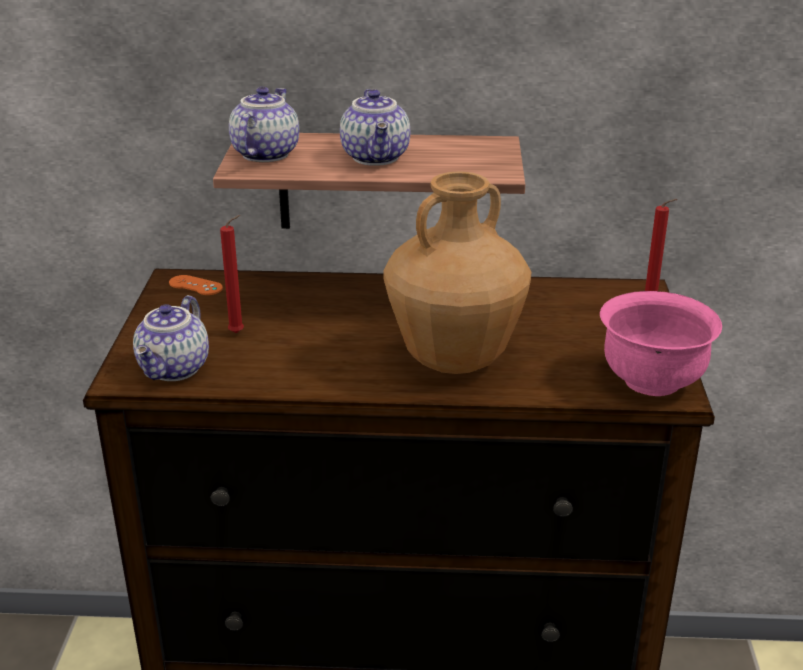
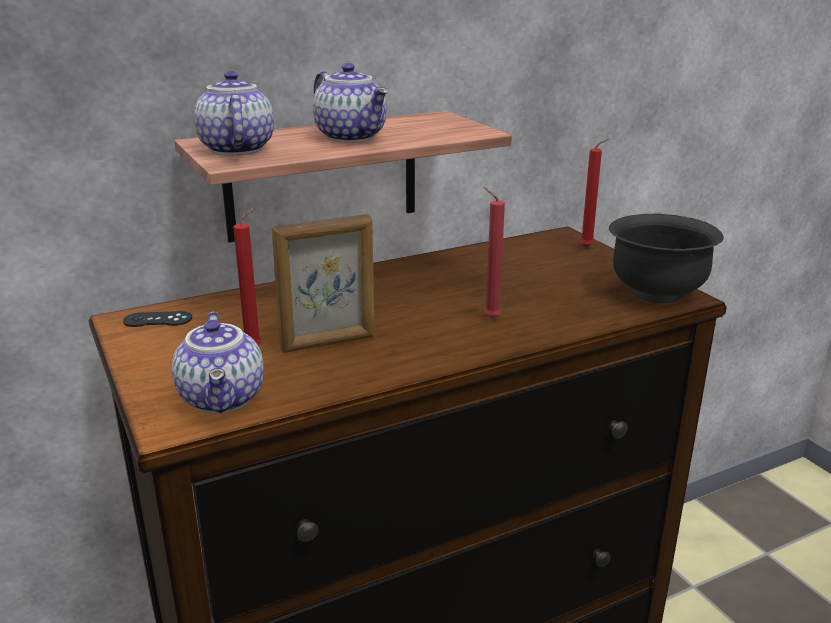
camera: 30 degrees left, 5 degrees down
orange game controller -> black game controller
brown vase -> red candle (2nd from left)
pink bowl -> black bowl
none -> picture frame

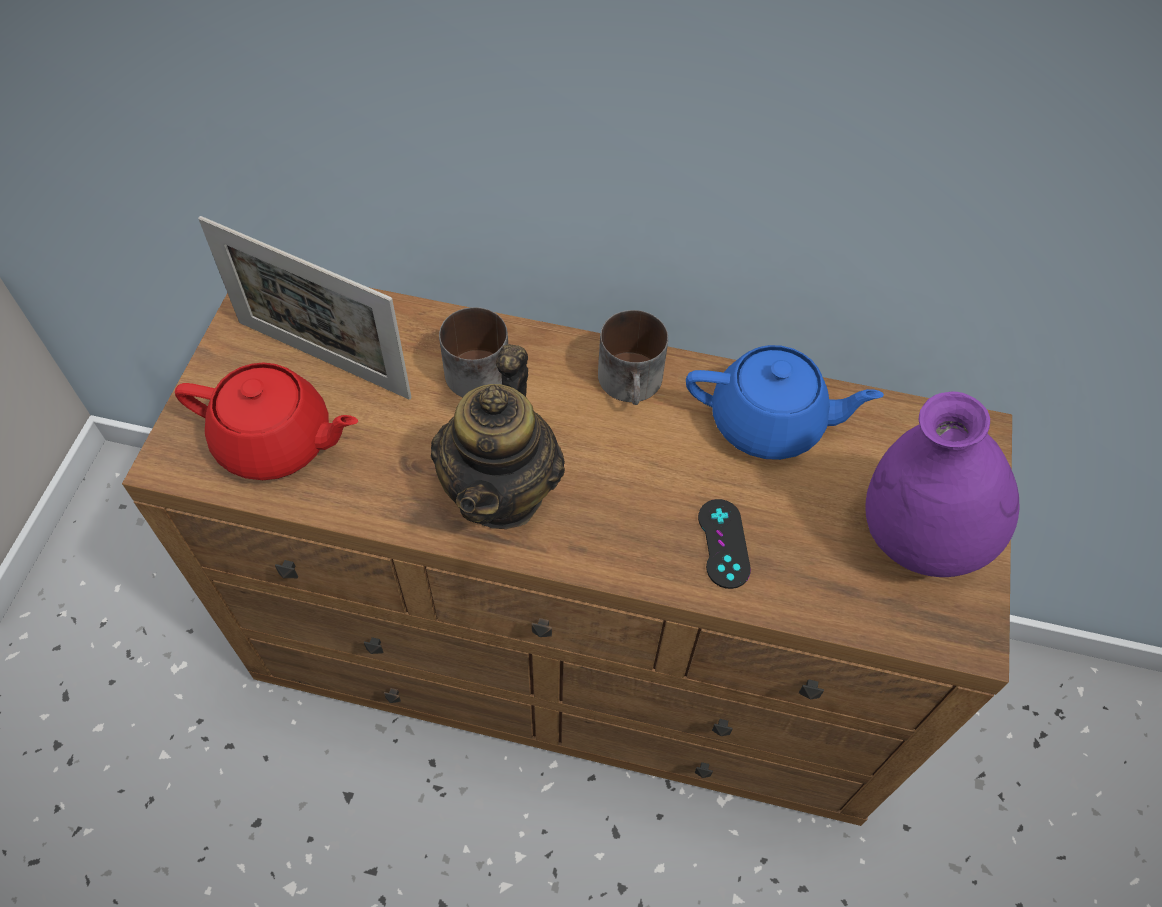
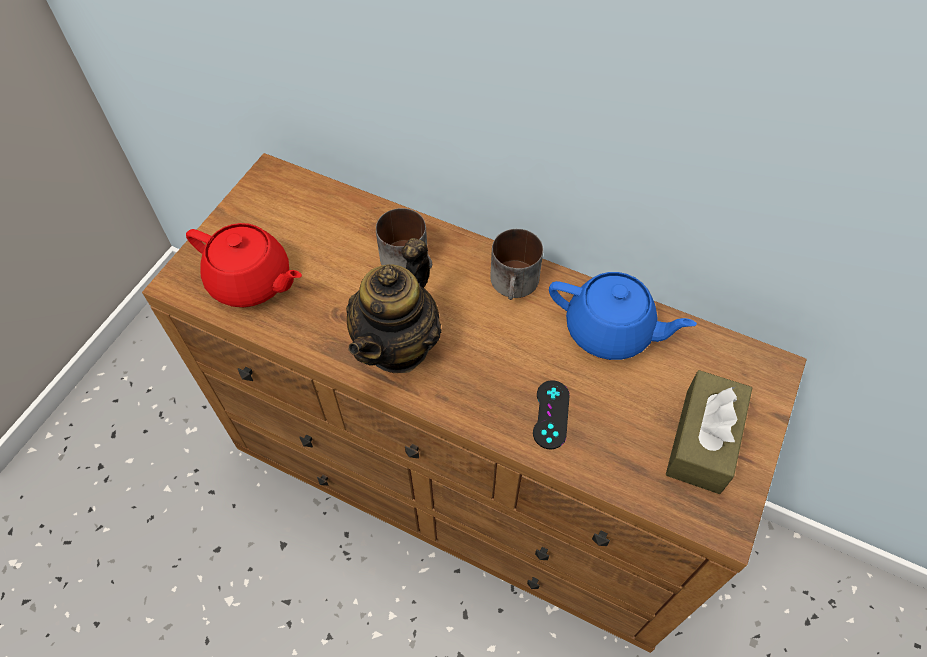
camera: 15 degrees right, 0 degrees up
picture frame -> none
purple vase -> brown tissue box

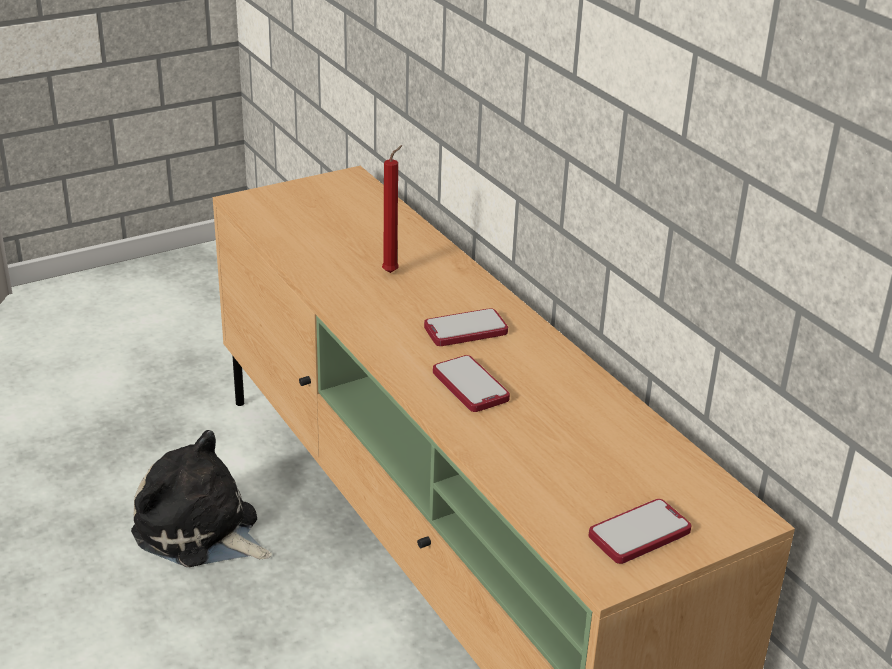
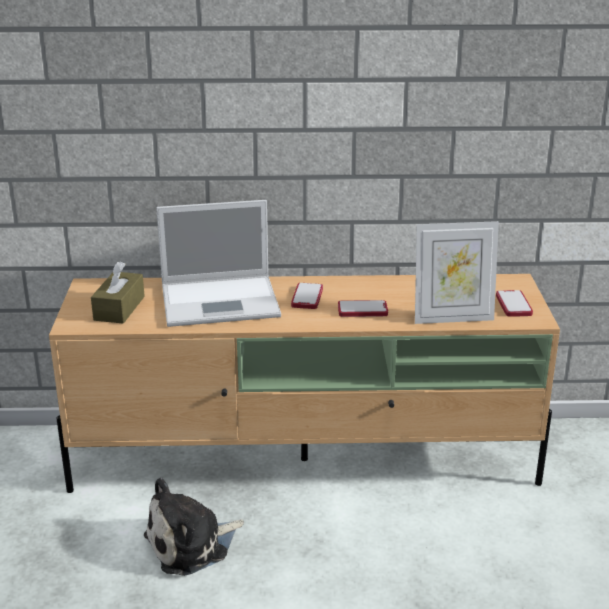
camera: 60 degrees left, 5 degrees down
red candle -> laptop
none -> brown tissue box
none -> picture frame

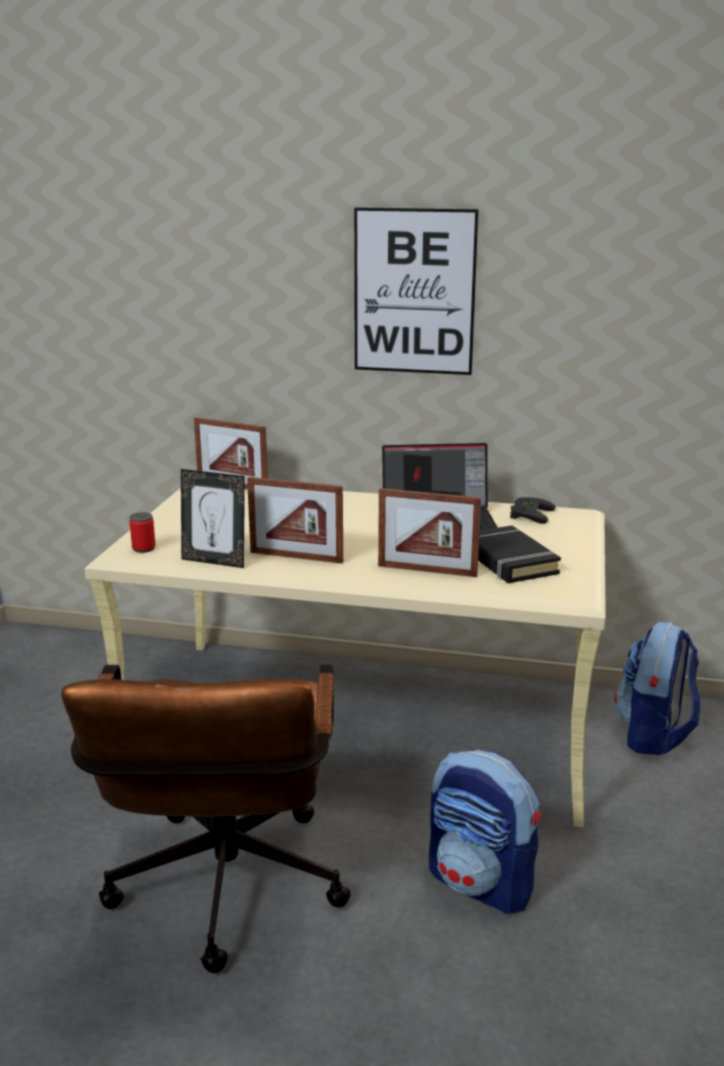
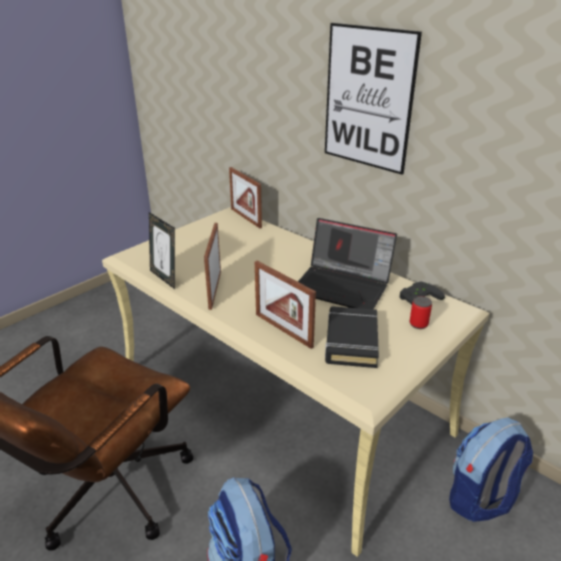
camera: 30 degrees right, 10 degrees up
can, moved
picture frame (3rd from left in the first image) -> picture frame (2nd from left), 45 degrees clockwise

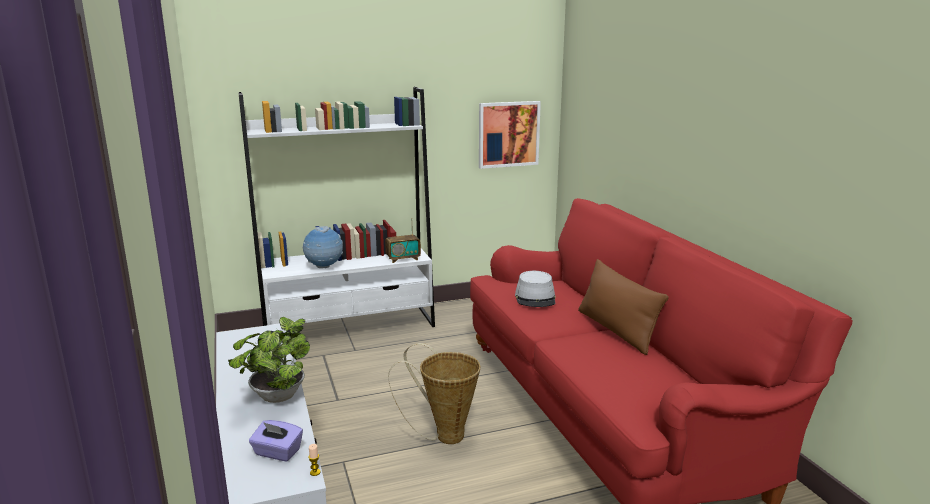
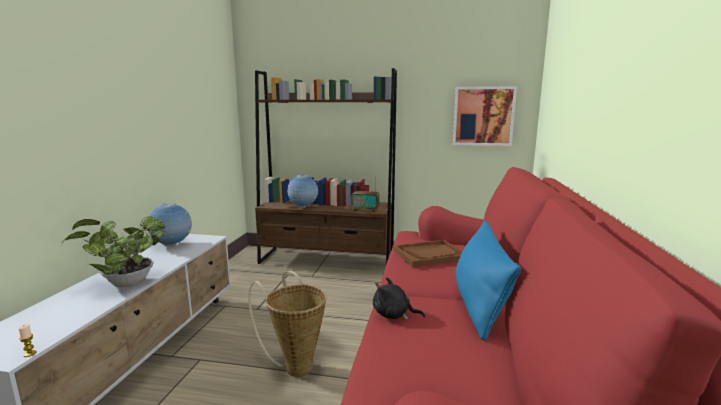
camera: 30 degrees right, 5 degrees down
white bookcase -> brown bookcase
purple tissue box -> none
grey hat -> brown tray
brown pillow -> blue pillow
none -> globe (1st from left)
none -> black plush toy

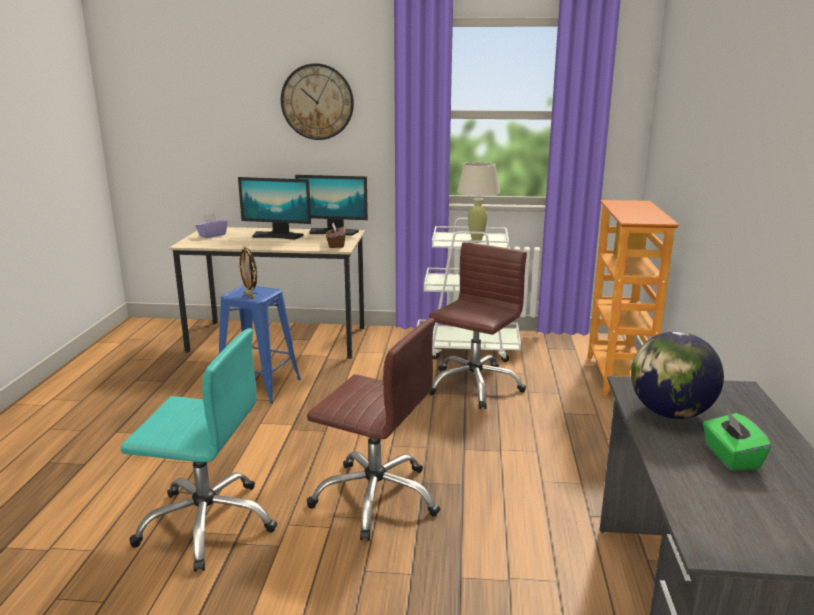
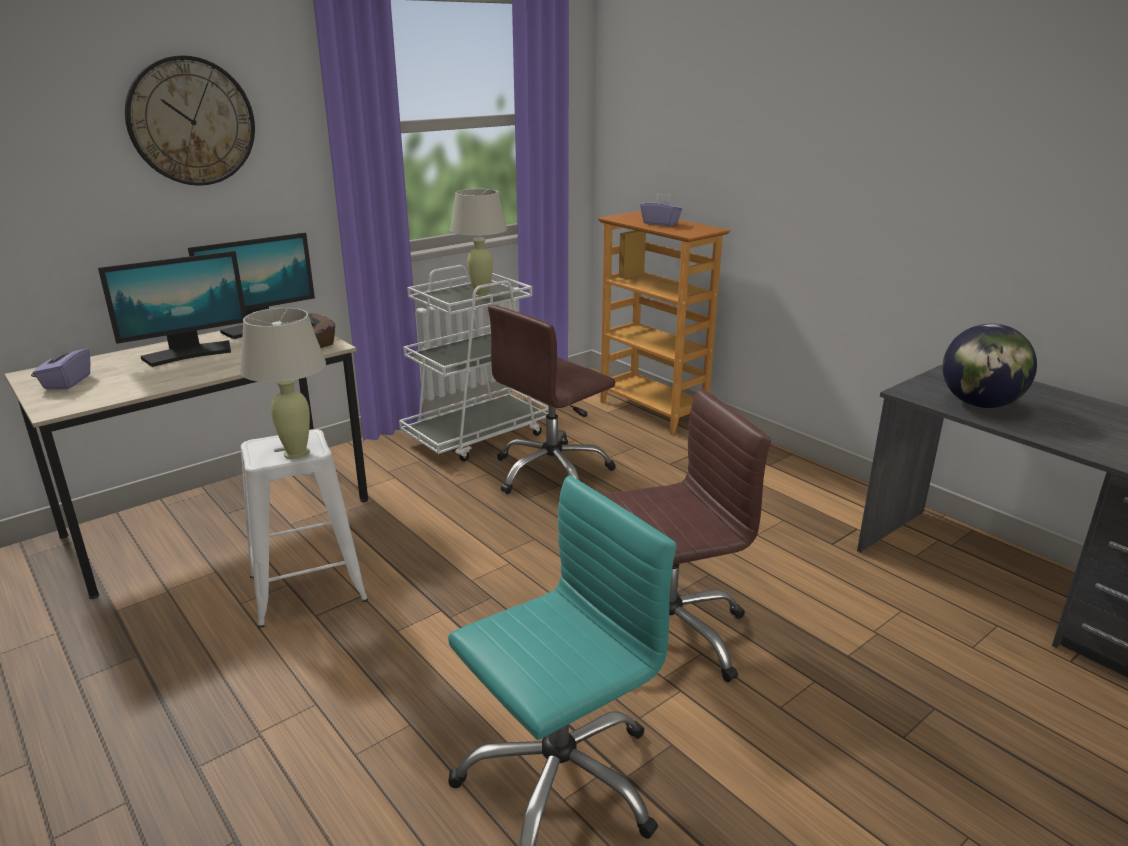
camera: 45 degrees left, 5 degrees up
blue stool -> white stool
picture frame -> beige table lamp (1st from left)
brown office chair (2nd from left in the first image) -> brown office chair (1st from left), 120 degrees counterclockwise
green tissue box -> none
none -> purple tissue box (2nd from left)

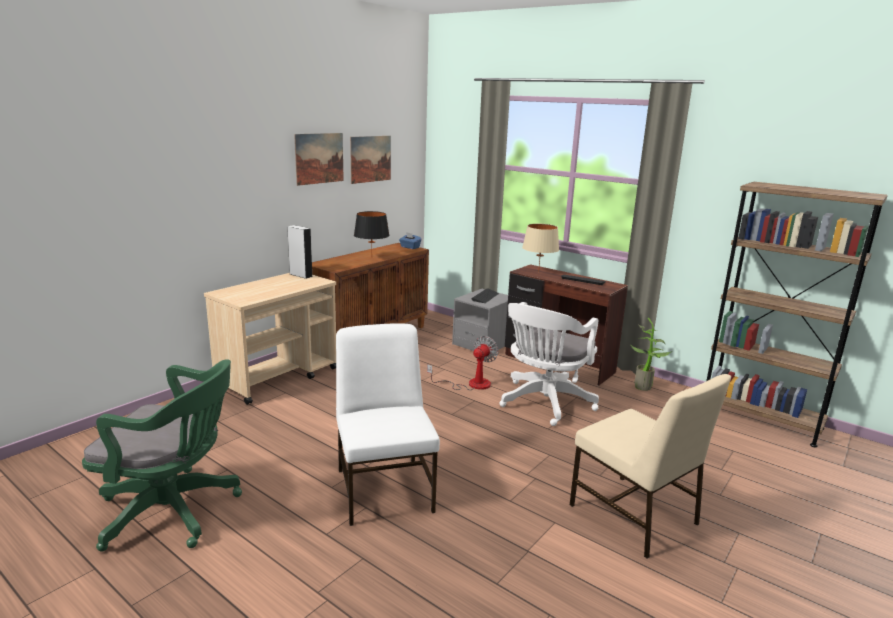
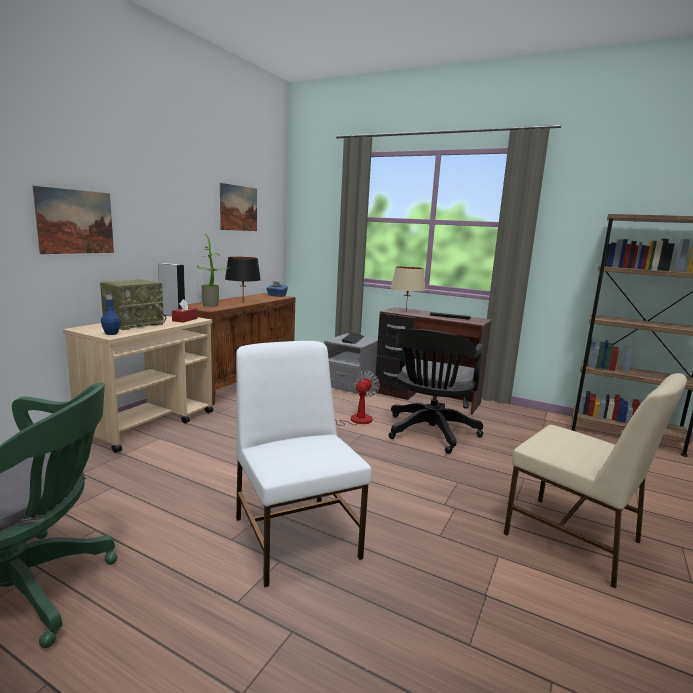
camera: 10 degrees left, 5 degrees down
picture (1st from left), moved
white office chair -> black office chair
potted plant, moved
none -> radio
none -> blue bottle
none -> red tissue box

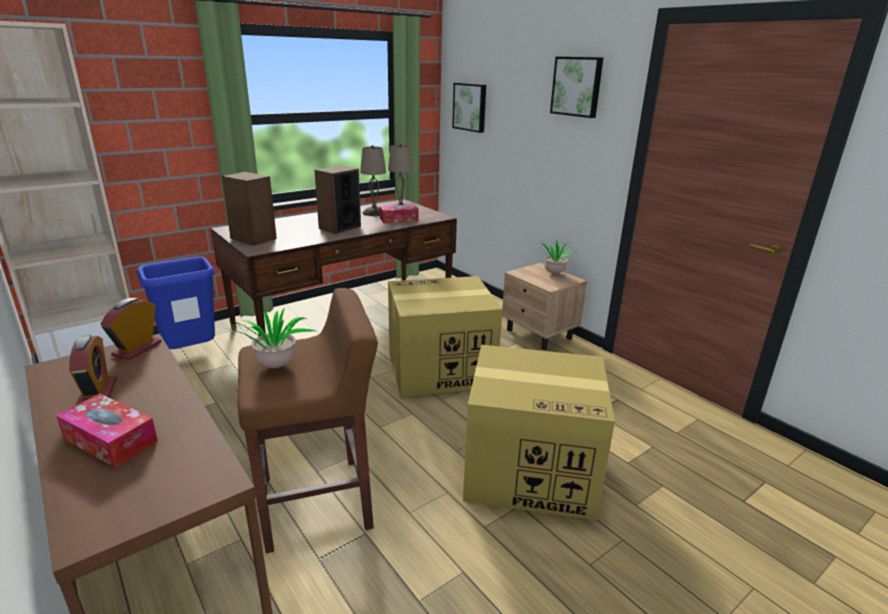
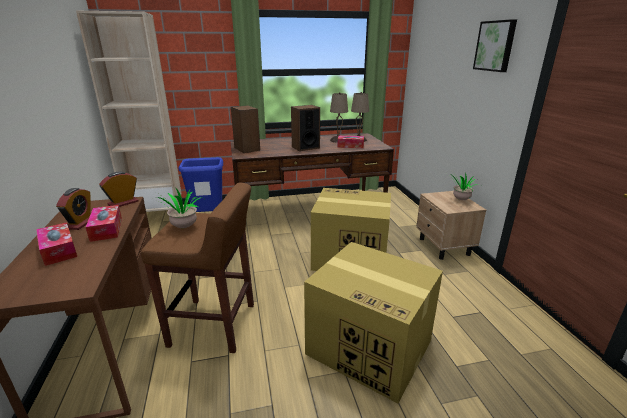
camera: 25 degrees right, 0 degrees up
picture (1st from left) -> none
none -> tissue box (2nd from left)

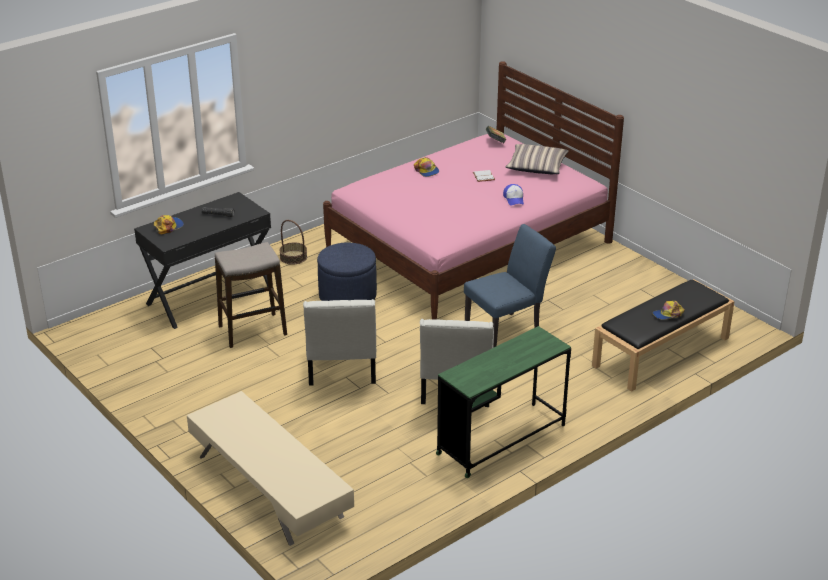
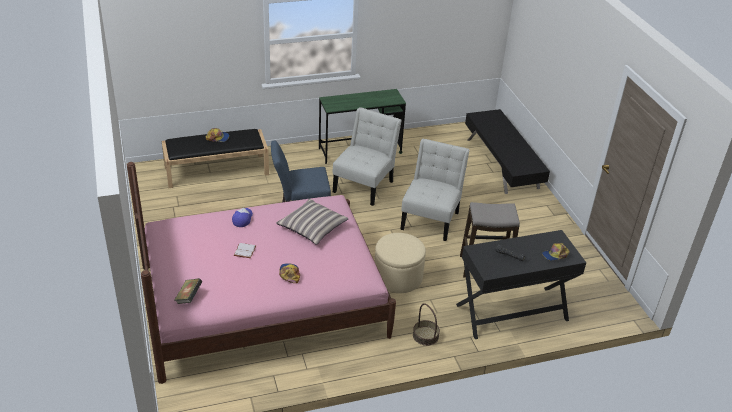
camera: 160 degrees left, 5 degrees up
beige coffee table -> black coffee table
blue ottoman -> beige ottoman
pillow, moved

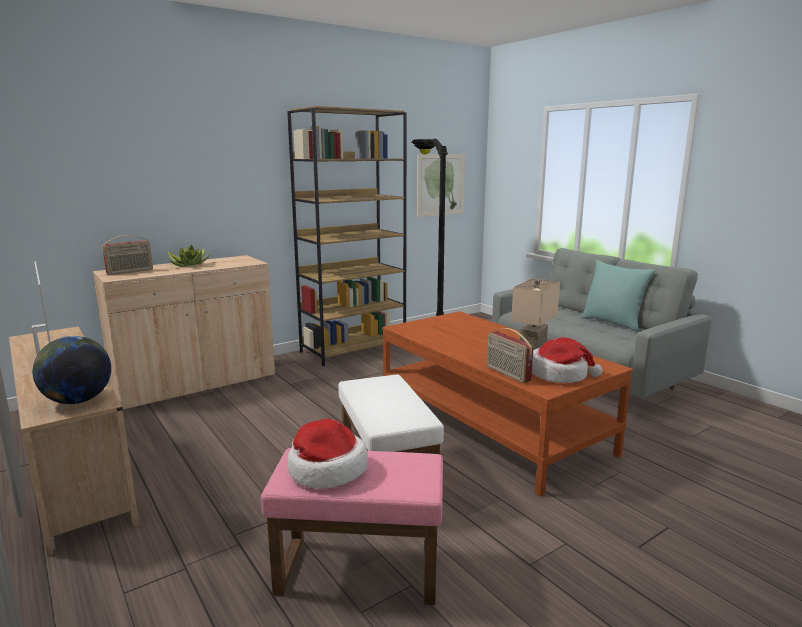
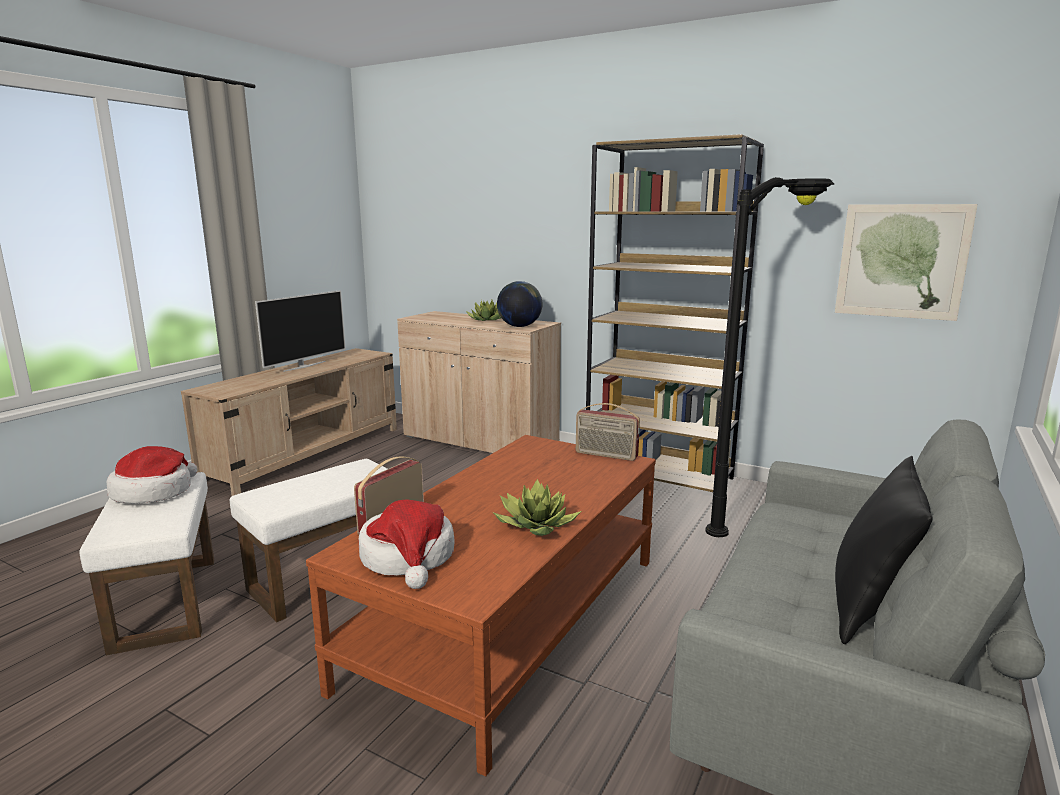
camera: 65 degrees right, 0 degrees up
globe, moved
radio (1st from left in the first image) -> radio (2nd from left), moved
pink ottoman -> white ottoman (1st from left)
beige table lamp -> potted plant (2nd from left)
turquoise pillow -> black pillow

